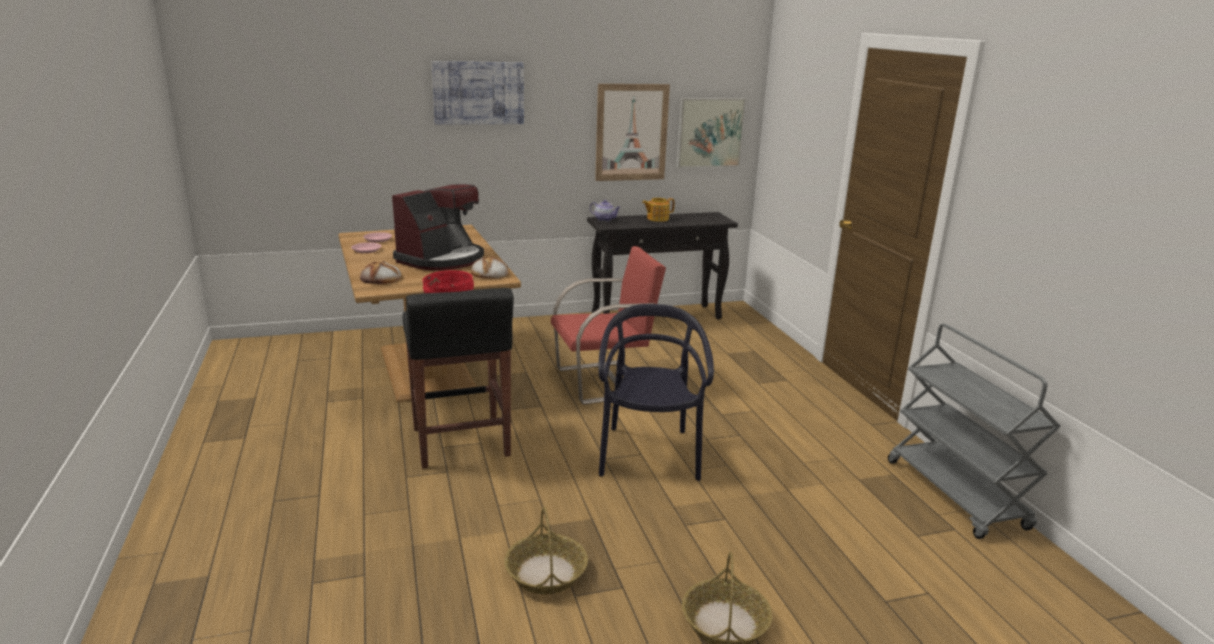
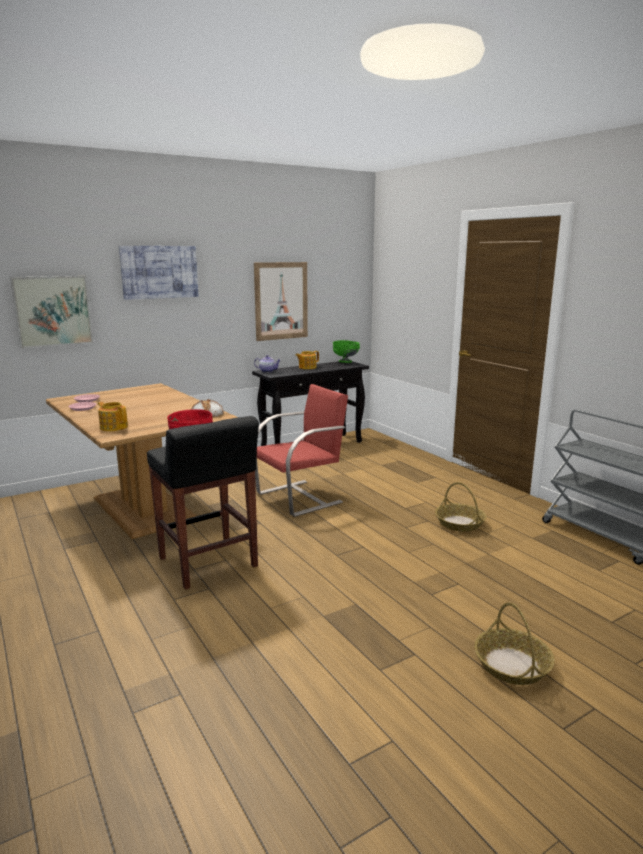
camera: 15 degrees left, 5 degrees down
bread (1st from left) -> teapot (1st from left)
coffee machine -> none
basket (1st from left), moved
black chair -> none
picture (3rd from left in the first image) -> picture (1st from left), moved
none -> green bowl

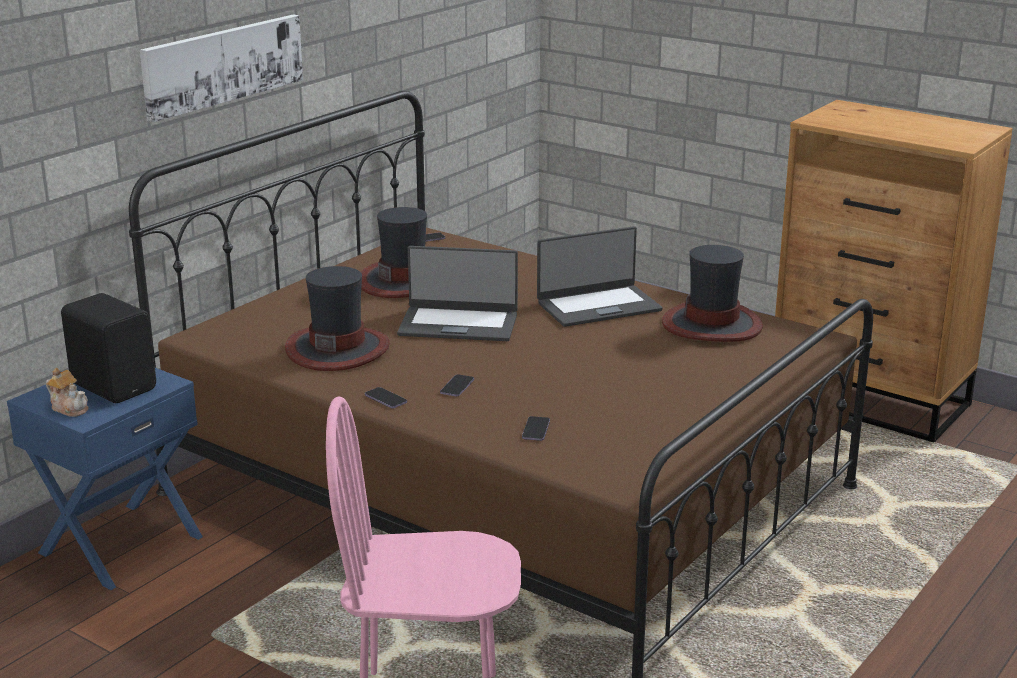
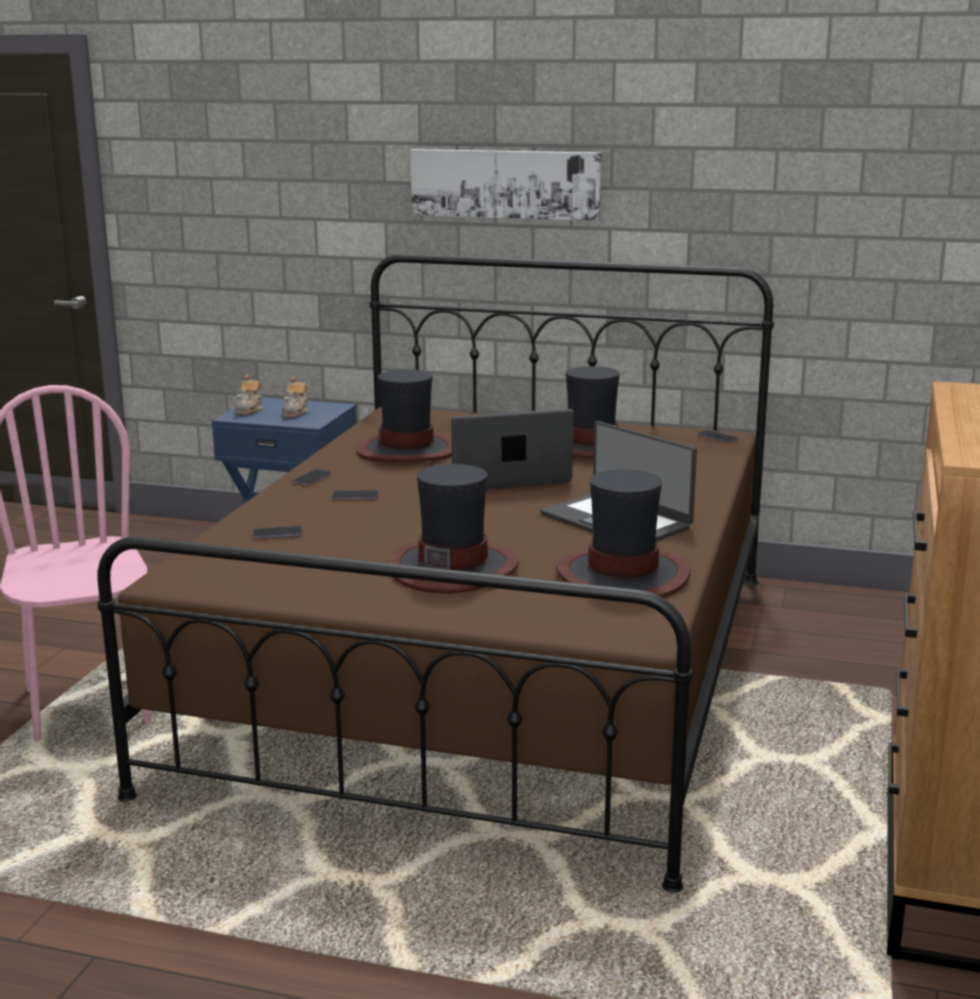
camera: 70 degrees right, 5 degrees down
black speaker -> teapot (2nd from left)
laptop (1st from left), 90 degrees clockwise
none -> hat (2nd from left)

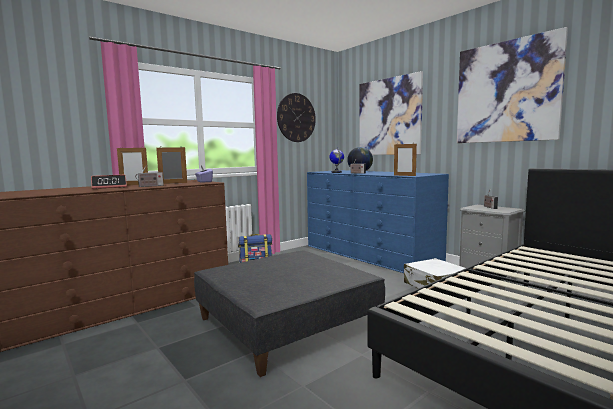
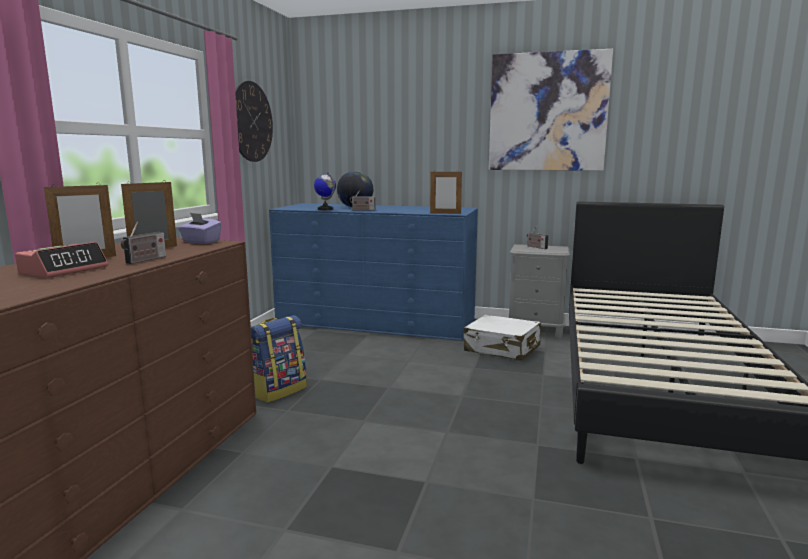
camera: 35 degrees left, 5 degrees up
grey ottoman -> none
picture (1st from left) -> none

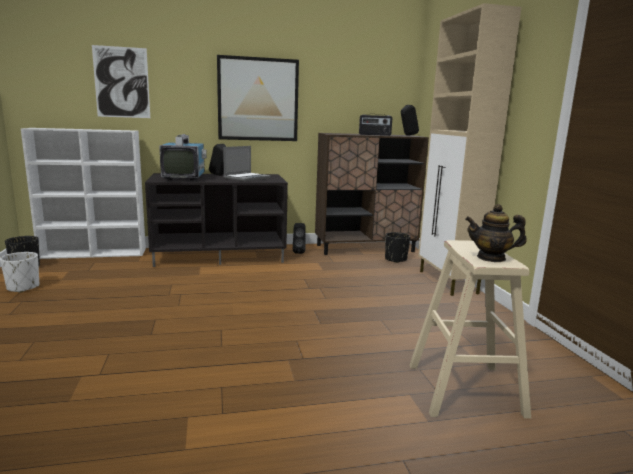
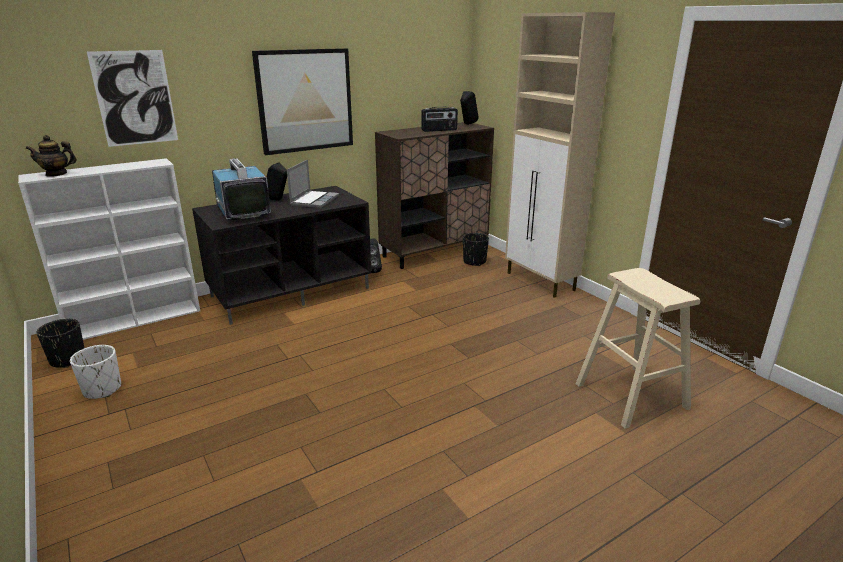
camera: 20 degrees left, 10 degrees up
teapot, moved

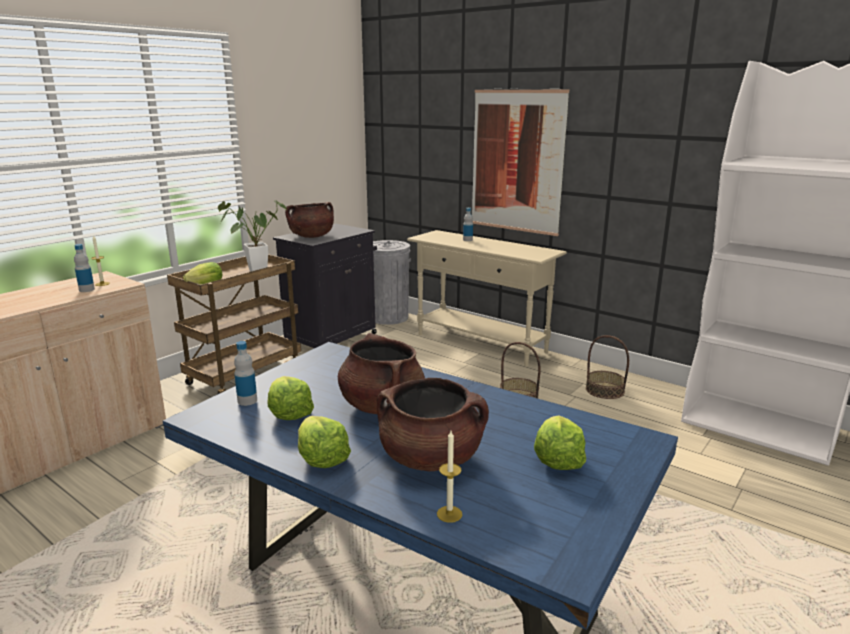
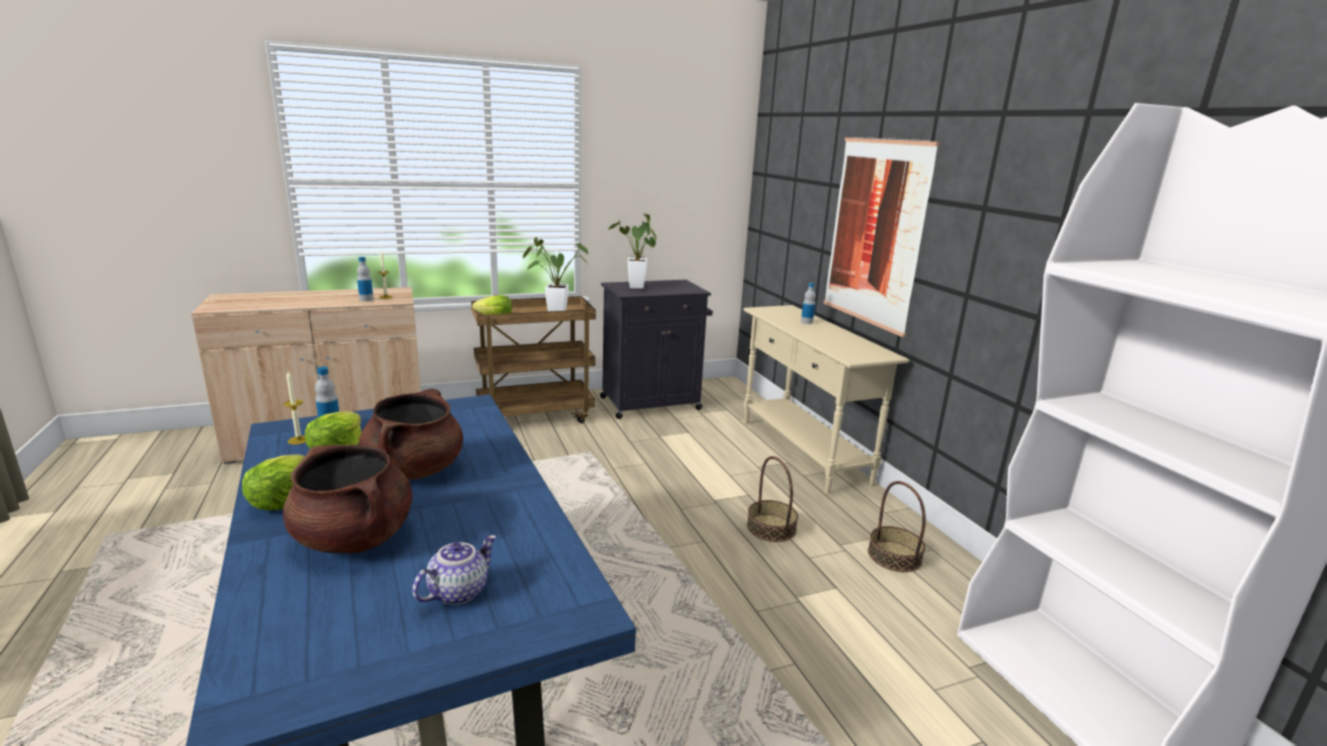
camera: 30 degrees right, 0 degrees up
brown cooking pot (1st from left) -> potted plant (2nd from left)
grey trash can -> none
candle (2nd from left in the first image) -> candle (1st from left), moved
lettuce (4th from left) -> teapot

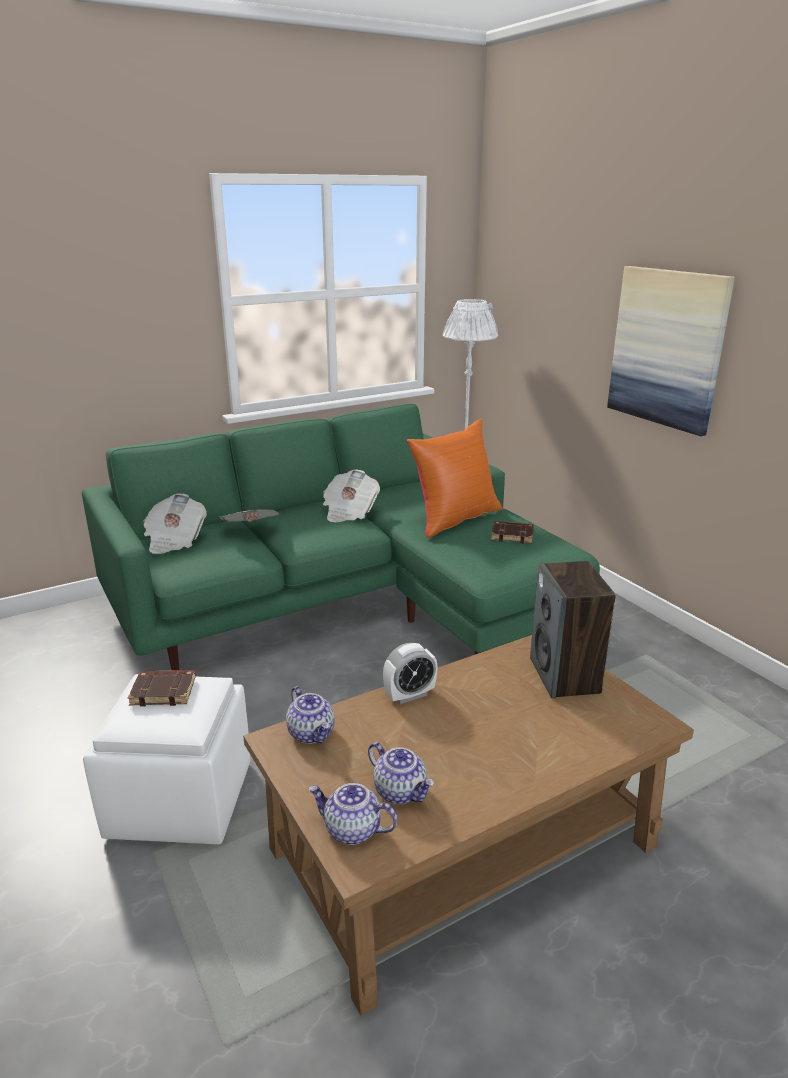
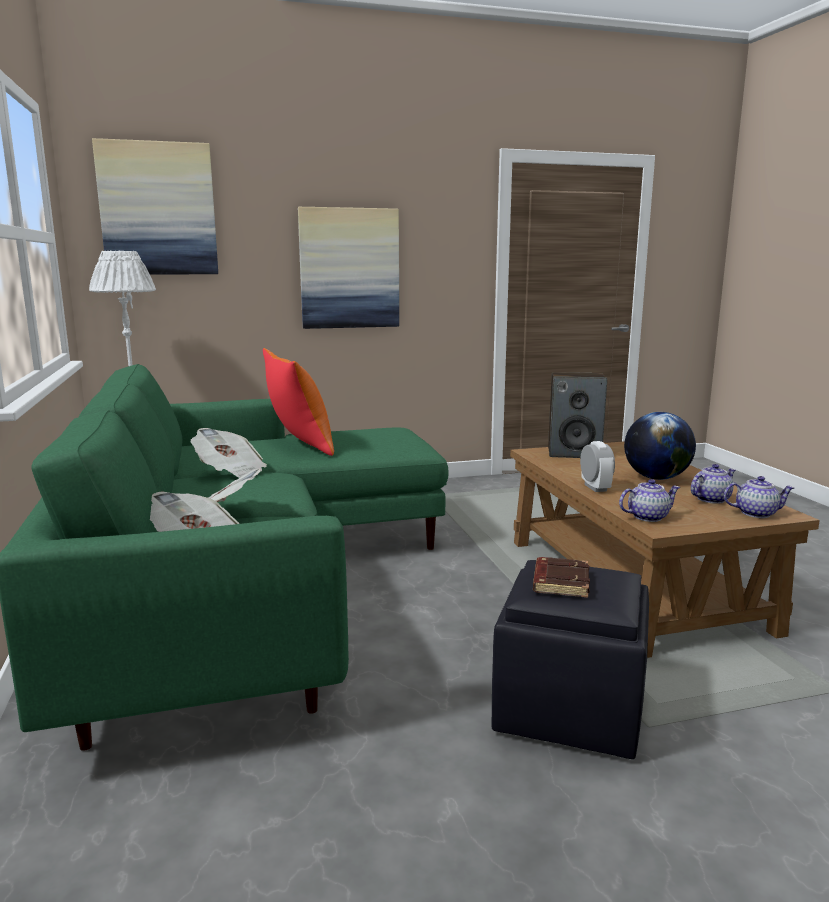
camera: 75 degrees left, 10 degrees down
white ottoman -> black ottoman
teapot (2nd from left in the first image) -> teapot (3rd from left), 120 degrees counterclockwise
brown book (2nd from left) -> none
none -> picture (1st from left)
none -> globe

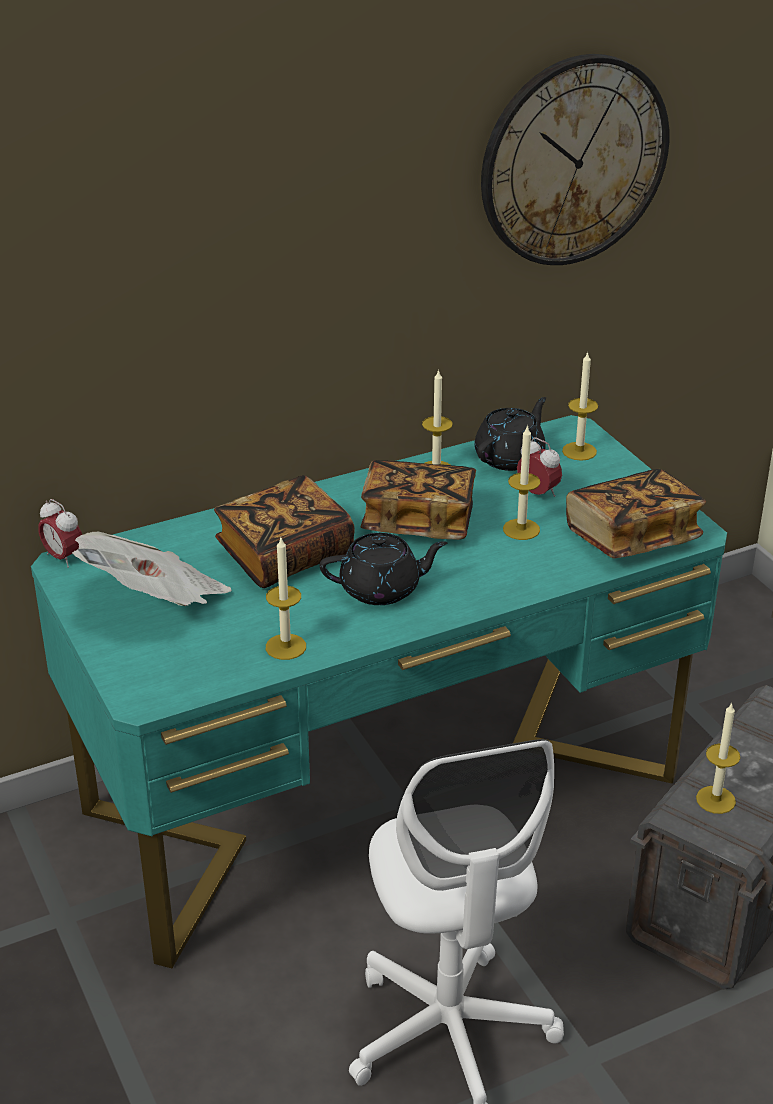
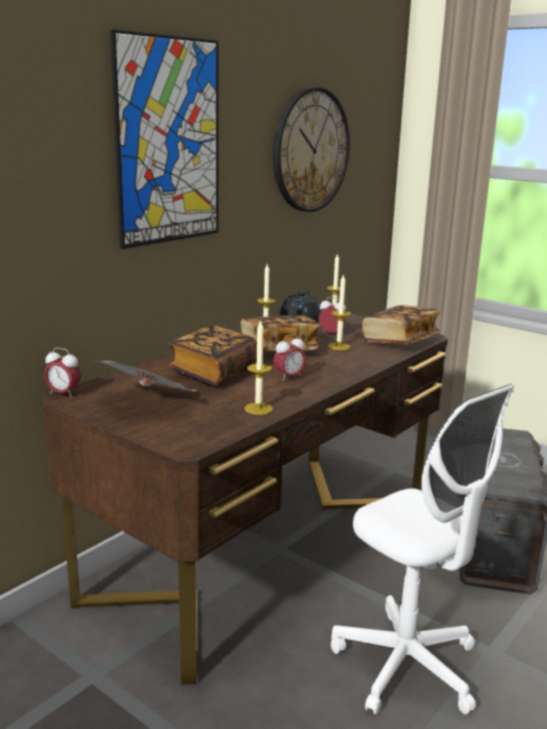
camera: 25 degrees left, 15 degrees down
turquoise desk -> brown desk
black teapot (1st from left) -> alarm clock (2nd from left)
candle (5th from left) -> none
none -> picture

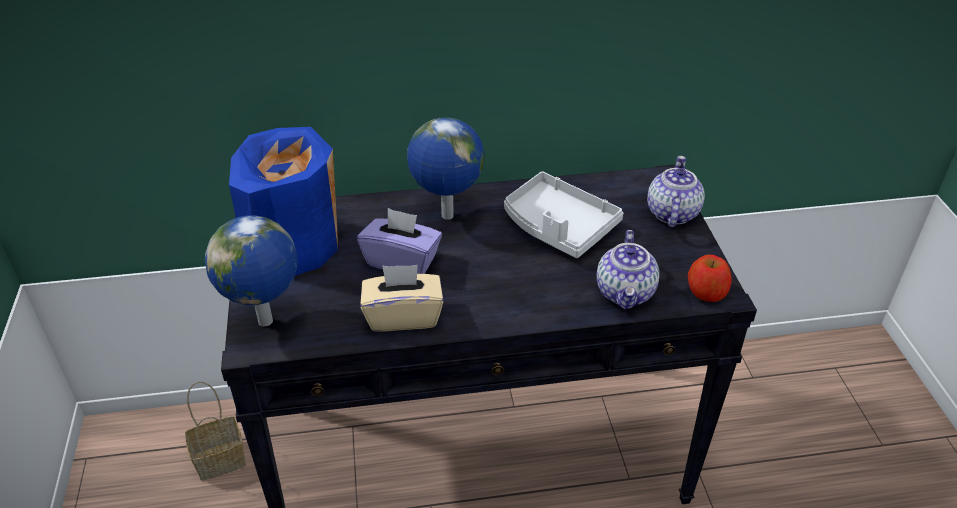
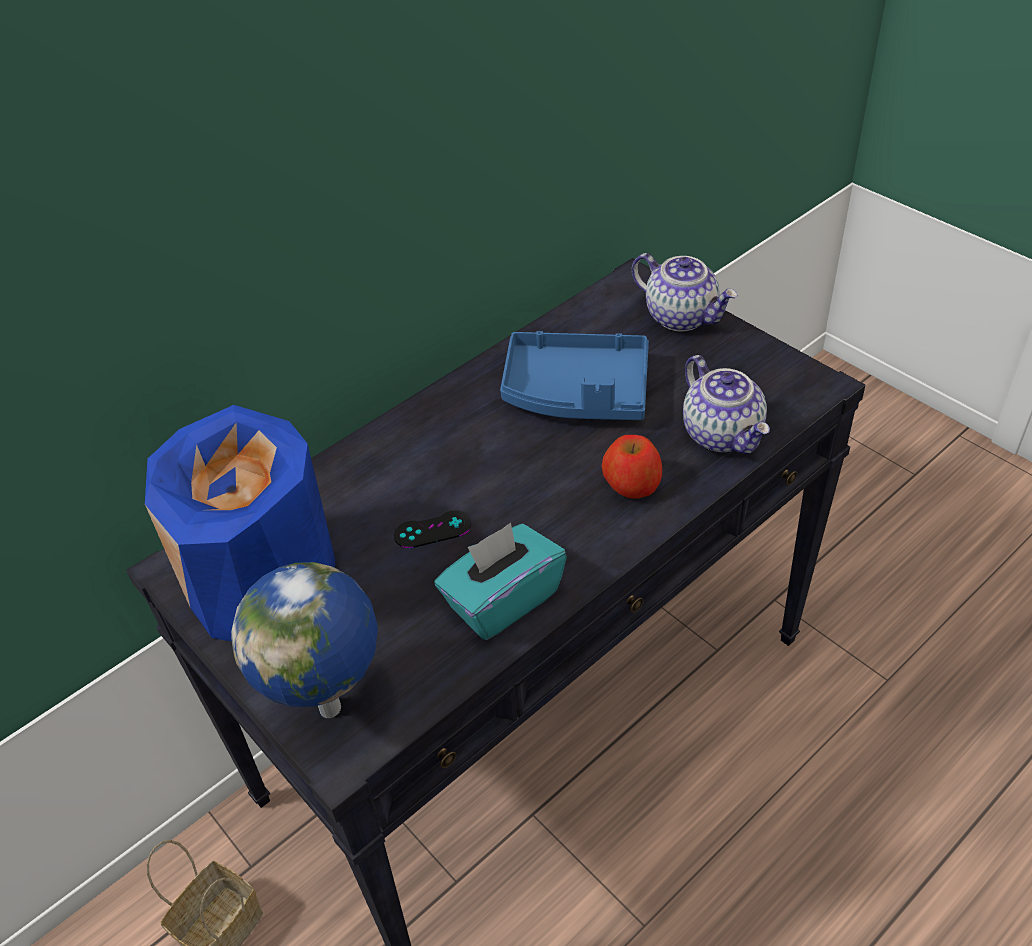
camera: 30 degrees left, 5 degrees up
purple tissue box -> black game controller
beige tissue box -> turquoise tissue box
globe (2nd from left) -> none
grey tray -> blue tray
teapot (2nd from left in the first image) -> teapot (1st from left), 150 degrees clockwise
apple, moved

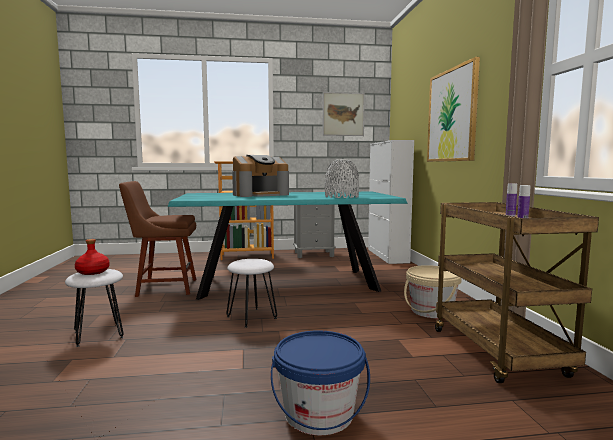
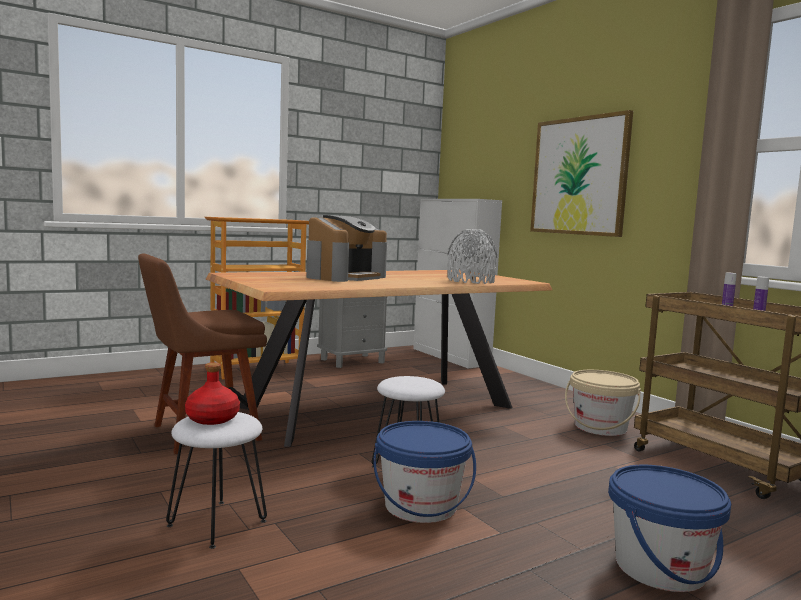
camera: 25 degrees left, 0 degrees up
turquoise dining table -> brown dining table
picture (1st from left) -> none
none -> blue bucket (1st from left)

